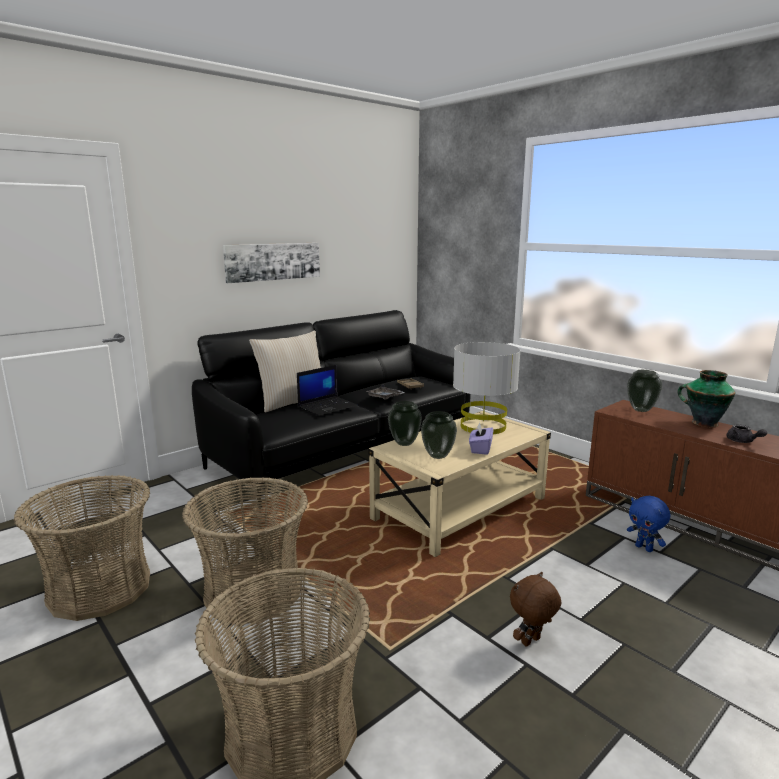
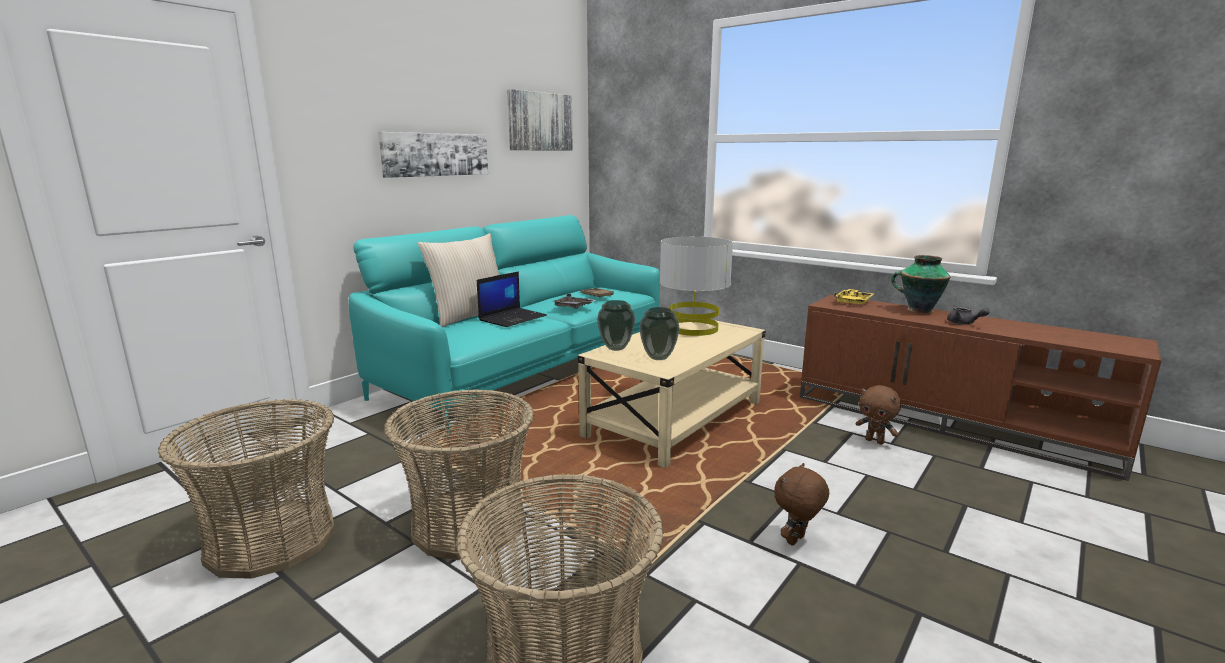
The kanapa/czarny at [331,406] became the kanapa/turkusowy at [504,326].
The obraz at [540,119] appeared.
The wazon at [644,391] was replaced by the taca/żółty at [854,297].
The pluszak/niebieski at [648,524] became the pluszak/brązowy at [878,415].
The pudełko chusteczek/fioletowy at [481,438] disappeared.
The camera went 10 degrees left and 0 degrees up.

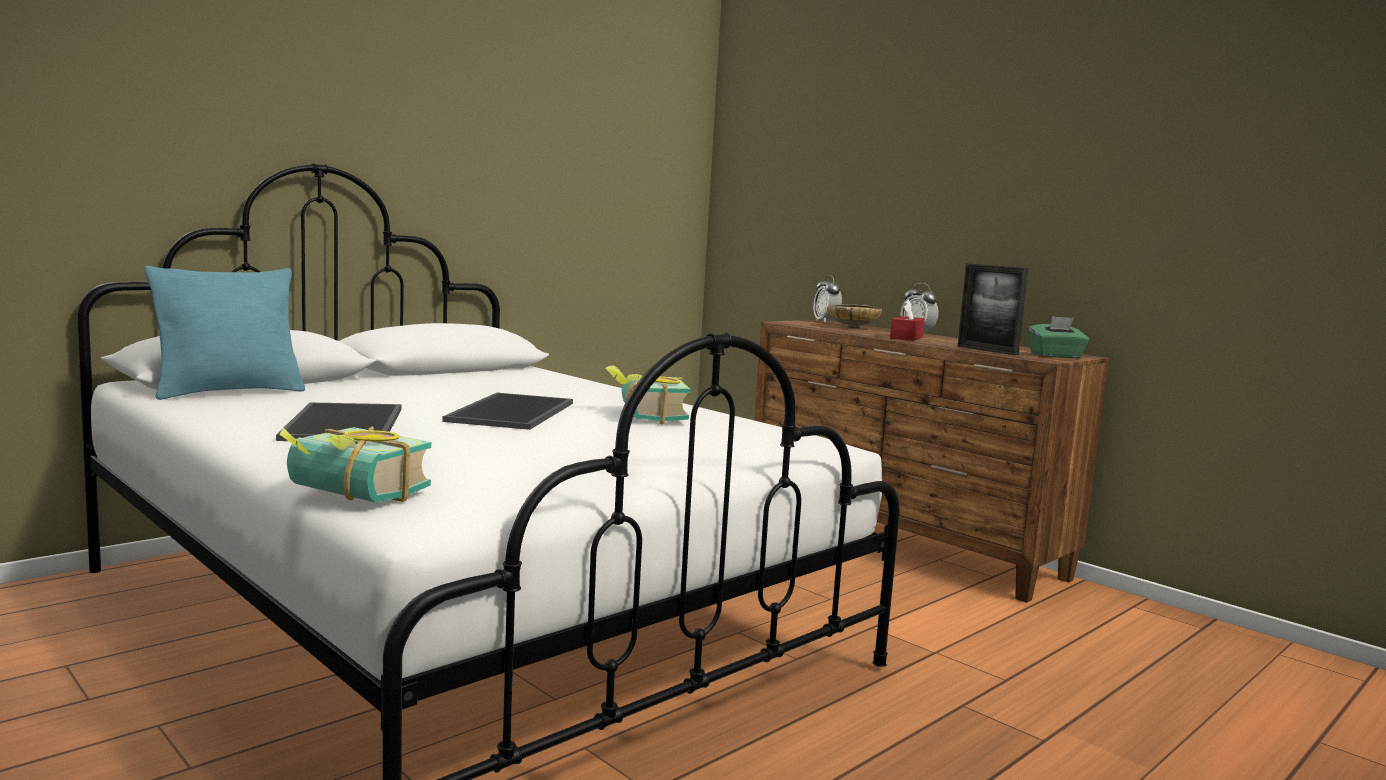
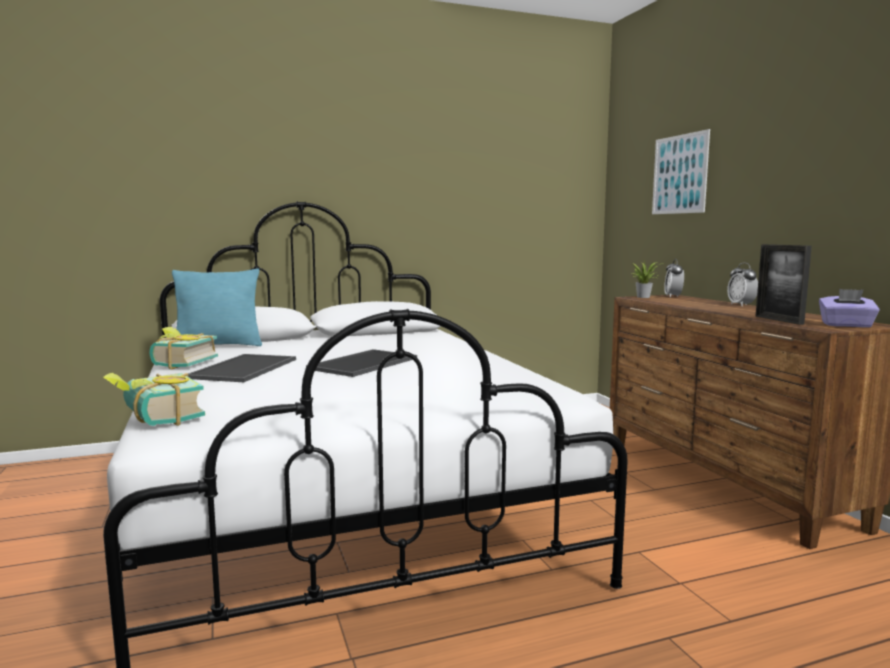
The książka moved from [648,395] to [183,348].
The roślina doniczkowa at [648,279] appeared.
The obraz at [681,171] appeared.
The pudełko chusteczek/zielony at [1058,337] became the pudełko chusteczek/fioletowy at [849,308].
The miska/beżowy at [854,316] disappeared.
The pudełko chusteczek/czerwony at [907,320] disappeared.
The camera went 25 degrees right and 0 degrees up.

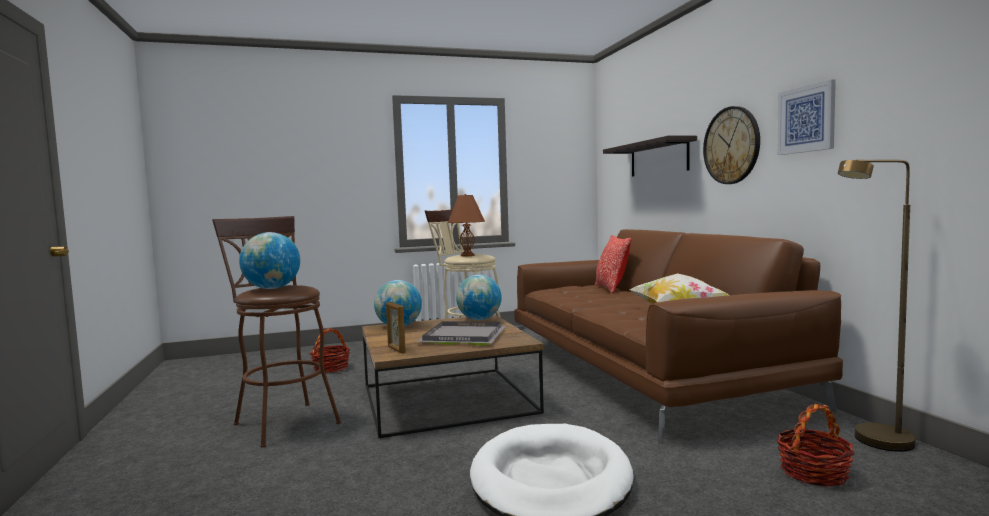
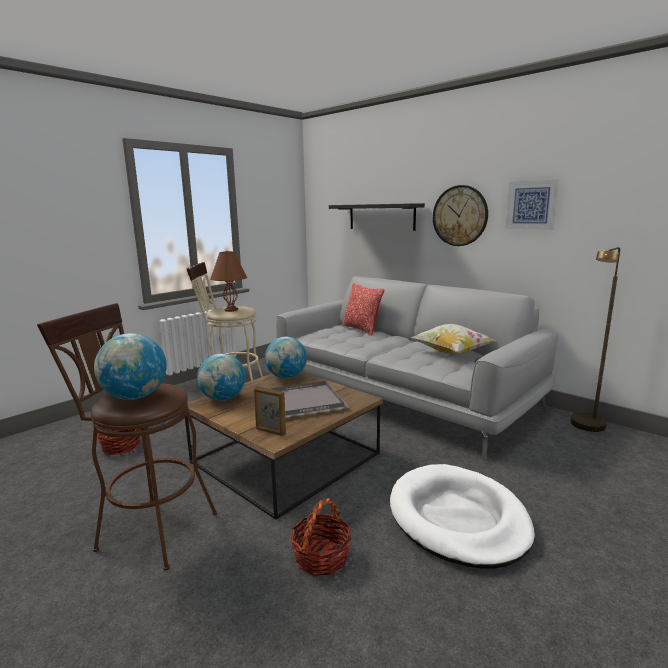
The kanapa/brązowy at [678,336] became the kanapa/szary at [417,368].
The koszyk moved from [816,445] to [321,537].
The camera went 30 degrees left and 10 degrees up.

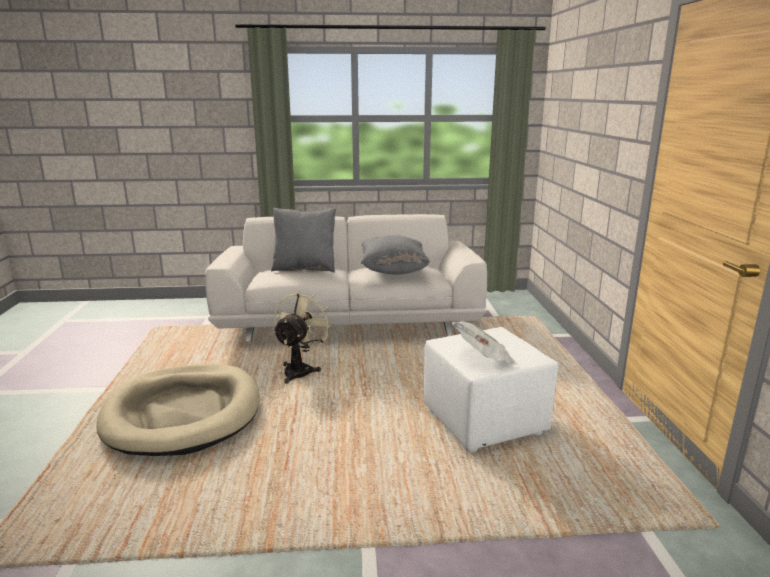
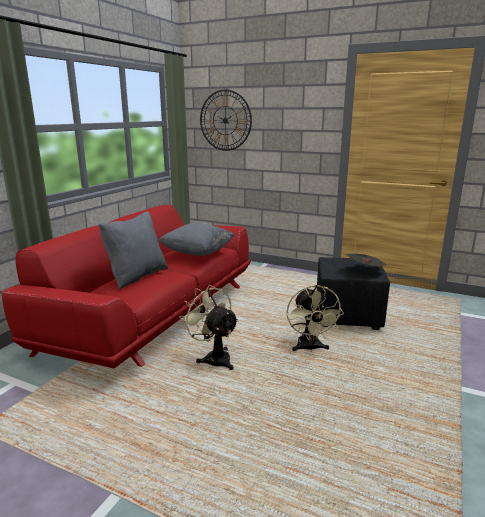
The kanapa/biały at [346,278] became the kanapa/czerwony at [126,286].
The zegar ścienny at [226,120] appeared.
The wentylator/beżowy at [315,318] appeared.
The pufa/biały at [491,390] became the pufa/czarny at [353,293].
The legowisko/beżowy at [178,410] disappeared.
The camera went 60 degrees left and 0 degrees up.

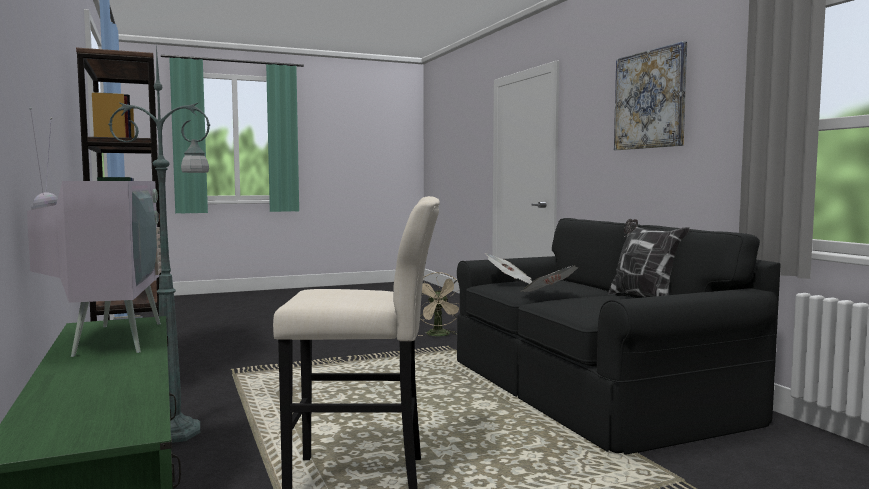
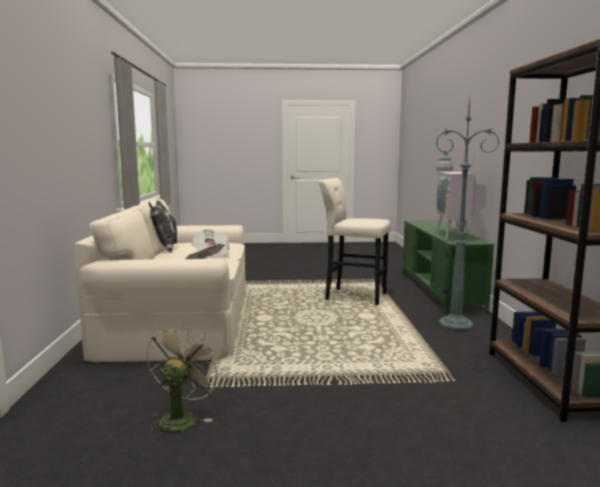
The kanapa/czarny at [618,336] became the kanapa/beżowy at [160,280].
The obraz at [650,95] disappeared.
The camera went 160 degrees left and 5 degrees up.

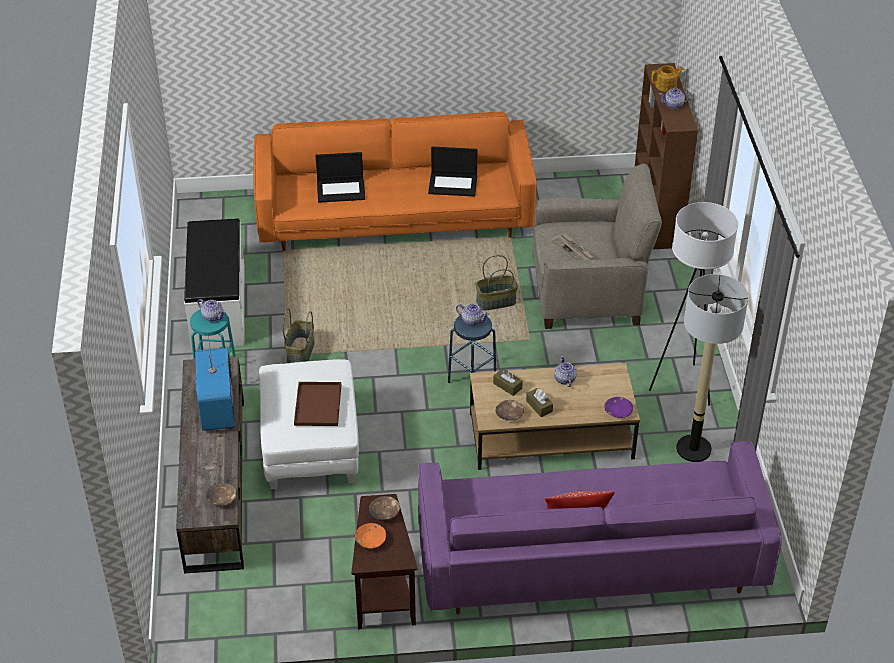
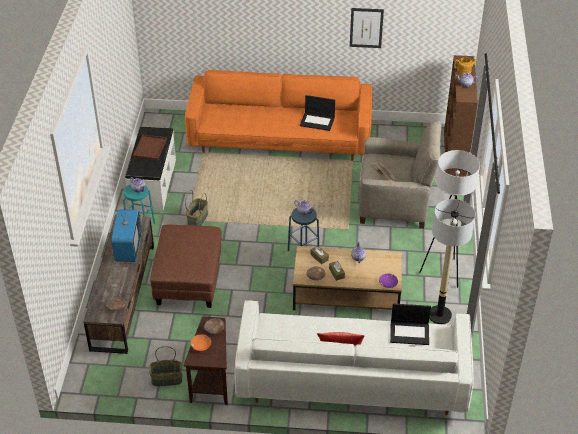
The taca/brązowy moved from [317,404] to [150,147].
The koszyk moved from [497,282] to [165,366].
The pufa/biały at [309,424] became the pufa/brązowy at [186,266].
The kanapa/fioletowy at [600,527] became the kanapa/biały at [354,357].
The obraz at [367,28] appeared.
The laptop moved from [340,177] to [410,324].
The camera went 10 degrees right and 0 degrees up.

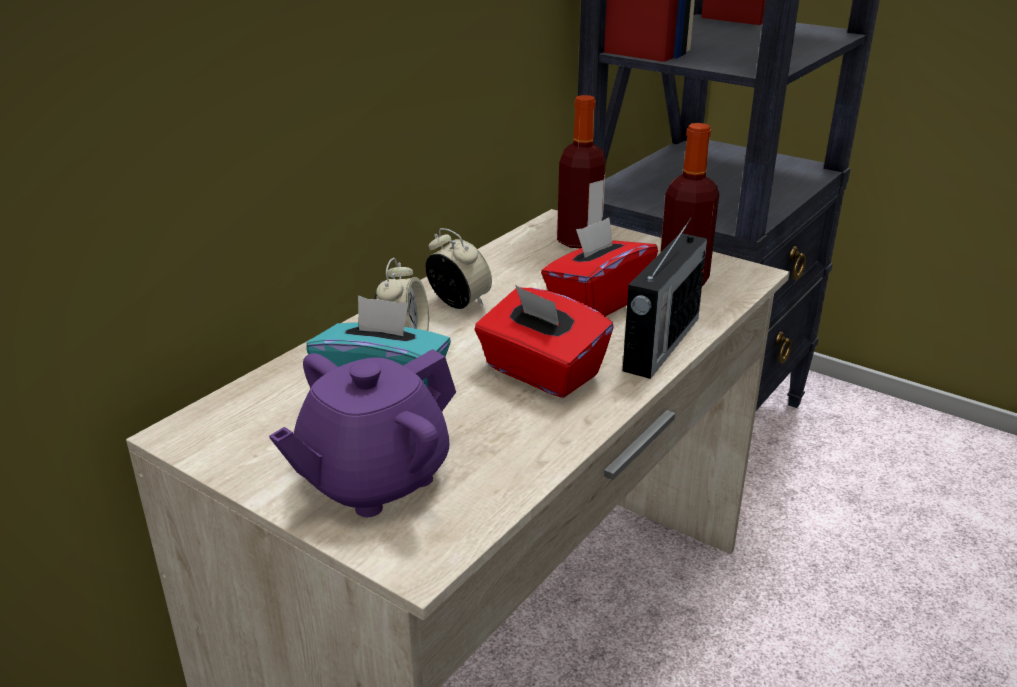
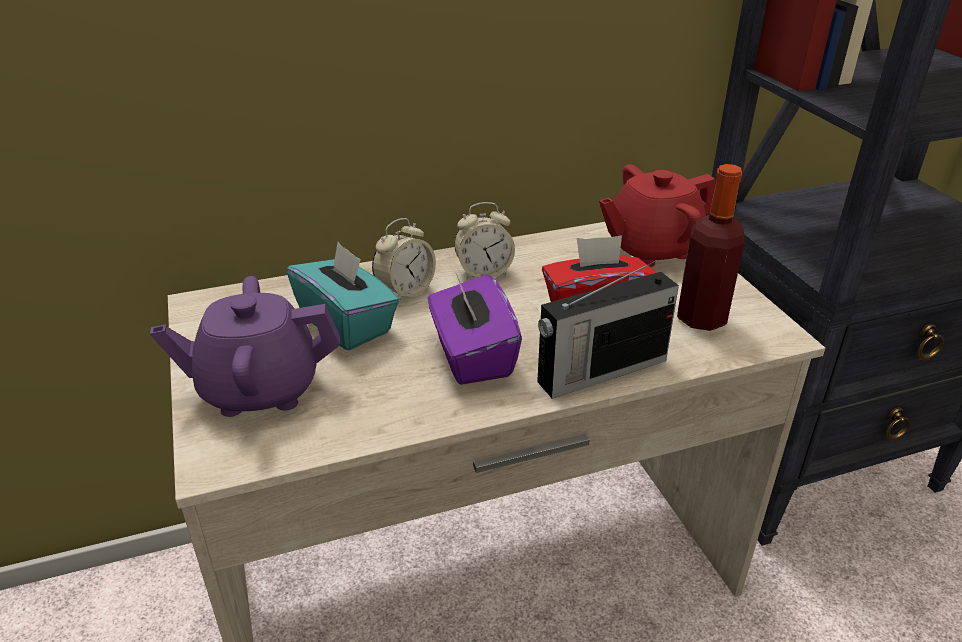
The pudełko chusteczek/czerwony at [544,341] became the pudełko chusteczek/fioletowy at [475,329].
The budzik at [459,268] turned 90 degrees clockwise.
The butelka at [581,171] was replaced by the imbryk/czerwony at [657,215].
The camera went 35 degrees right and 5 degrees up.

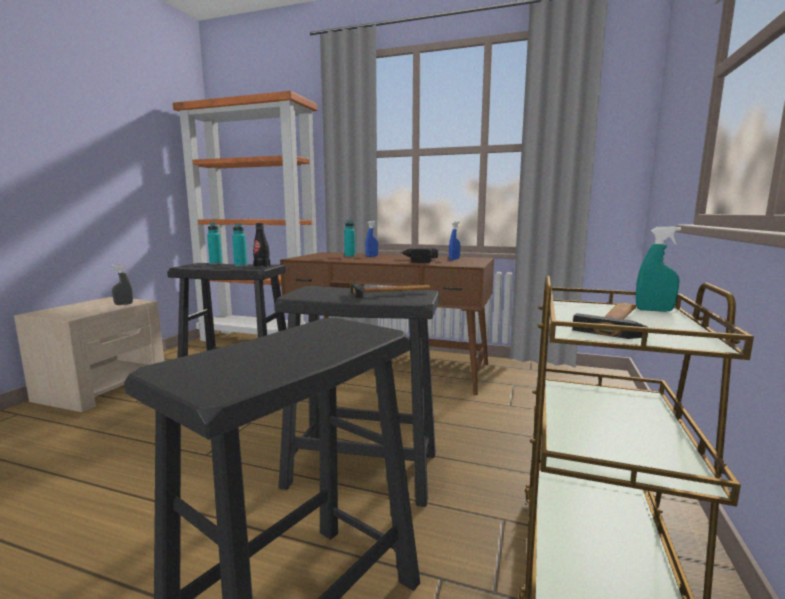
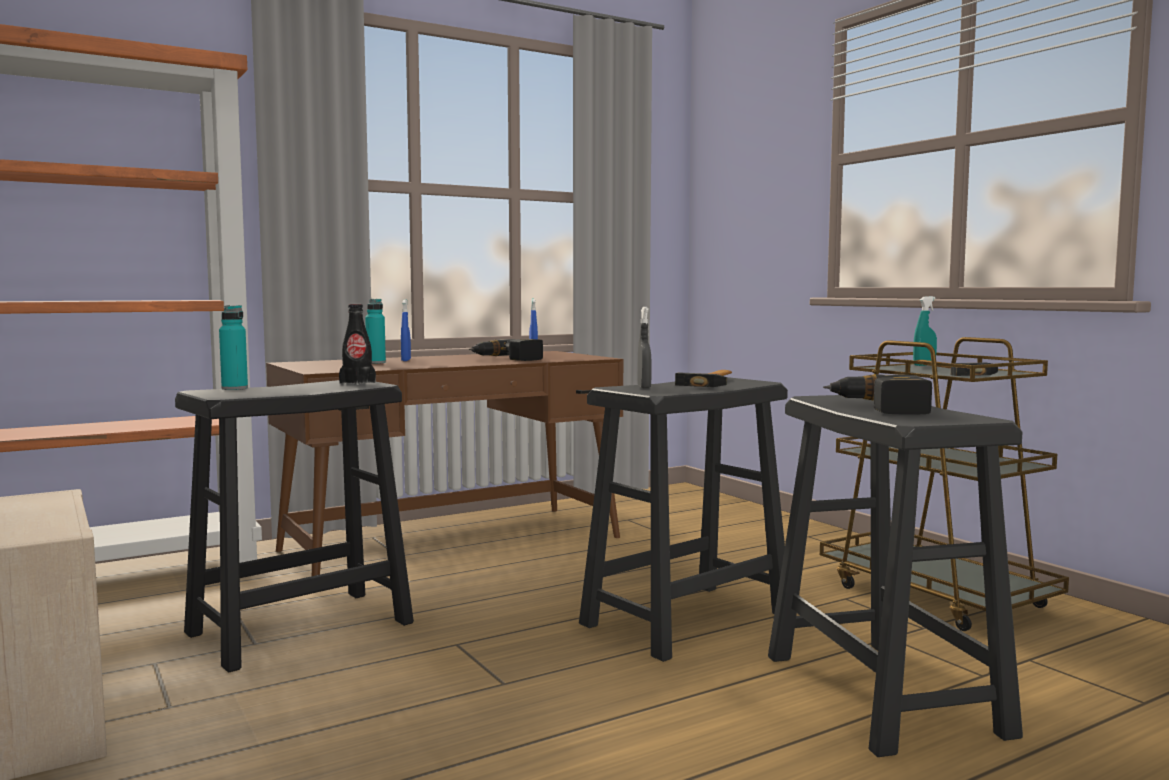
The spryskiwacz/szary moved from [122,285] to [644,347].
The wiertarka at [877,394] appeared.
The butelka/turkusowy at [240,245] disappeared.
The camera went 50 degrees left and 5 degrees down.

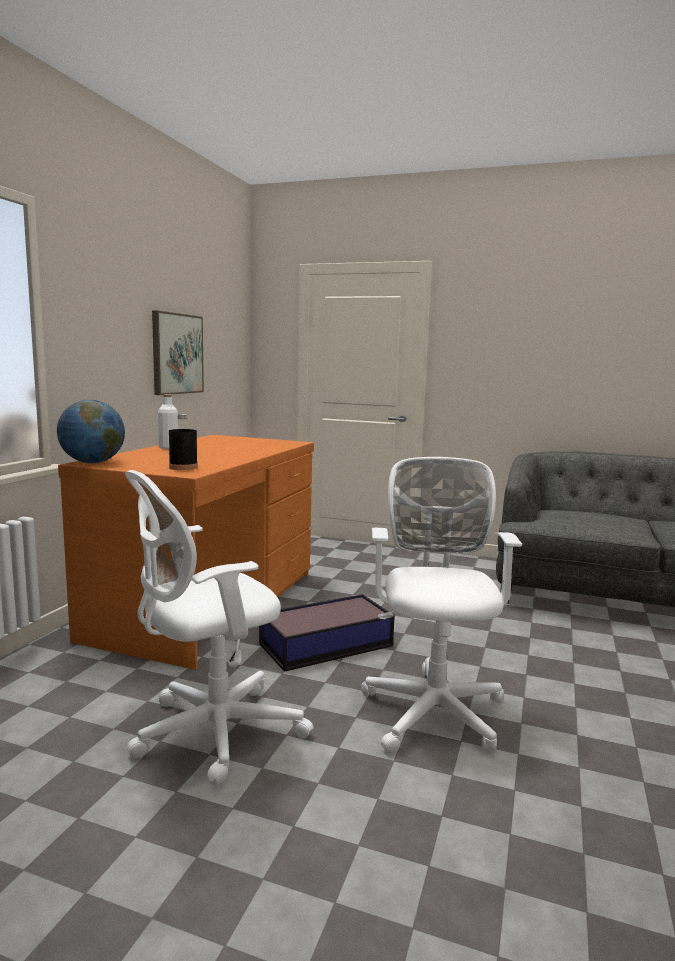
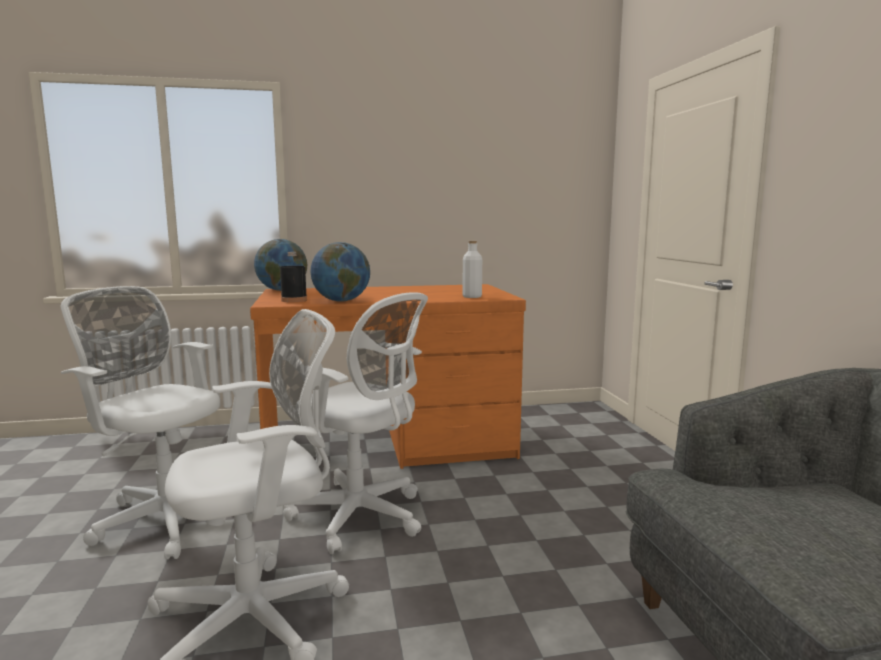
The pojemnik do przechowywania at [327,633] was replaced by the krzesło biurowe/biały at [355,423].
The globus at [340,272] appeared.
The butelka/biały moved from [168,421] to [472,269].
The obraz at [178,352] disappeared.
The camera went 60 degrees right and 0 degrees up.

